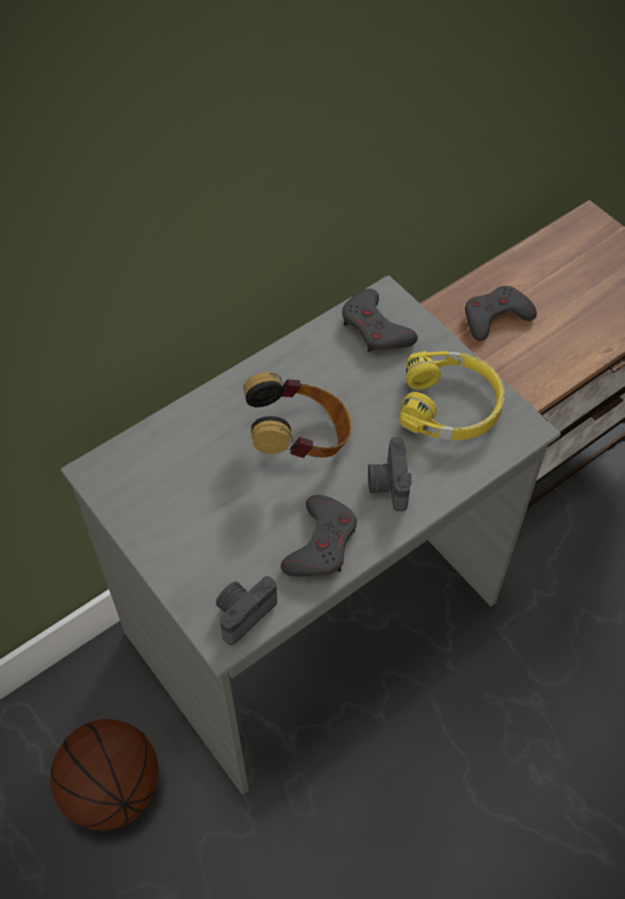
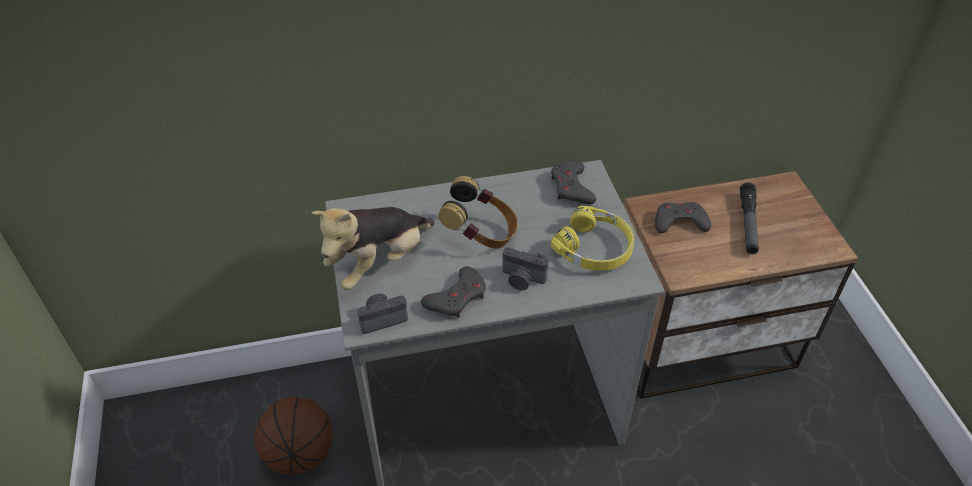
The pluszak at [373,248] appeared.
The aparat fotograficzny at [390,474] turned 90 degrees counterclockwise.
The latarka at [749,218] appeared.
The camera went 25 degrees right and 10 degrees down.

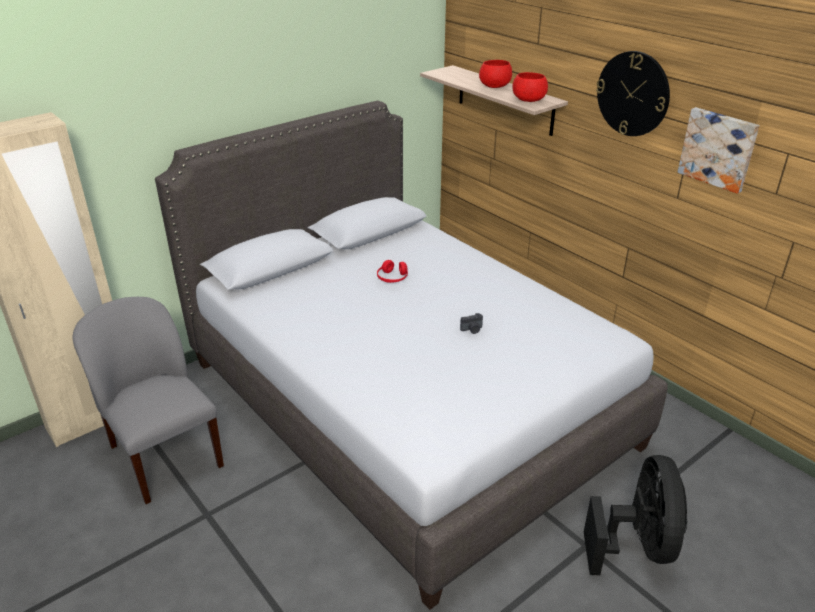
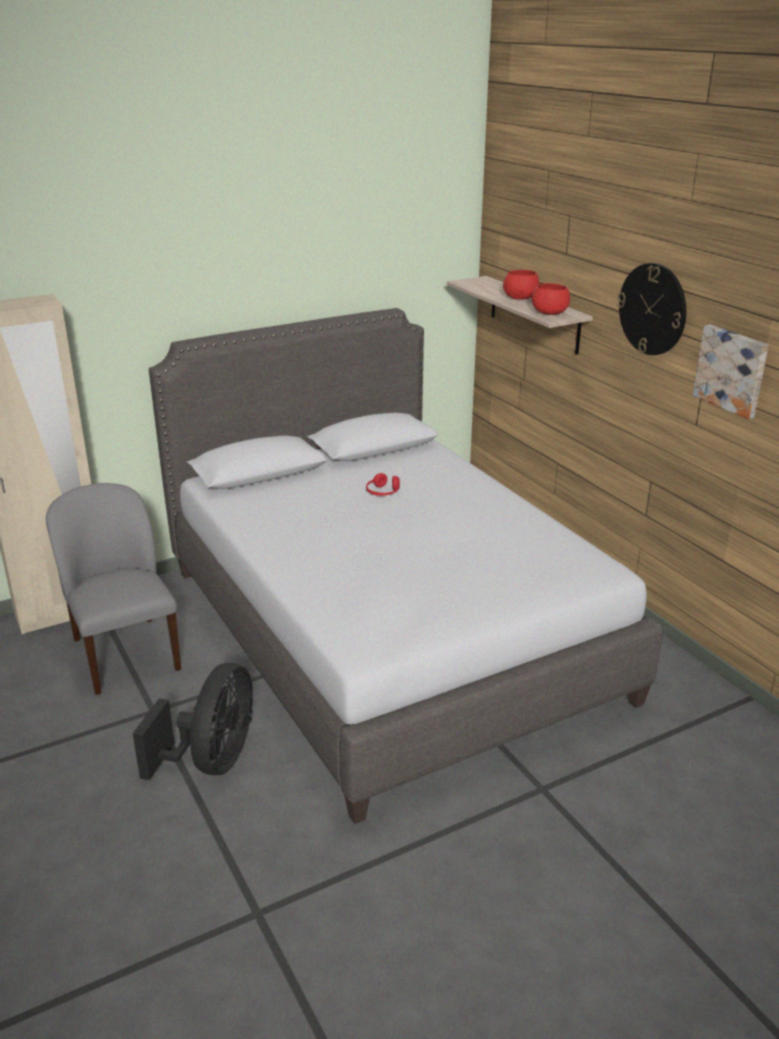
The wentylator/czarny moved from [635,515] to [193,721].
The aparat fotograficzny at [471,323] disappeared.
The camera went 10 degrees right and 5 degrees down.

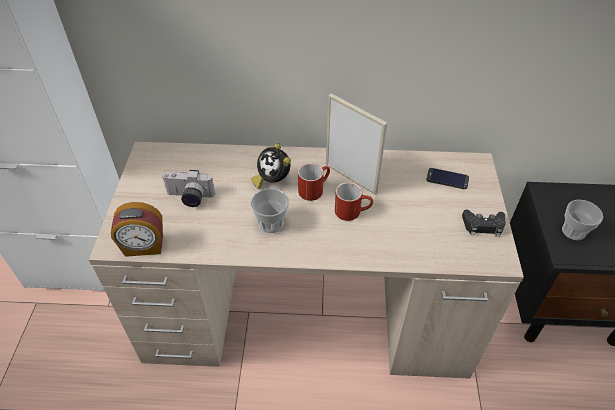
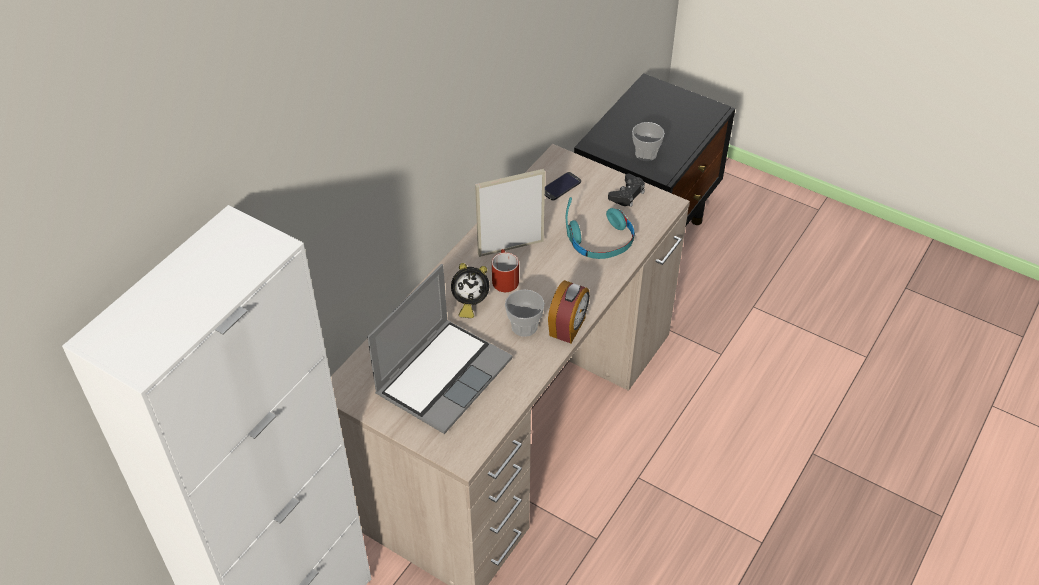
The aparat fotograficzny at [188,188] was replaced by the laptop at [439,349].
The budzik moved from [137,229] to [569,311].
The słuchawki/turkusowy at [600,228] appeared.
The kubek/czerwony at [354,201] disappeared.
The camera went 60 degrees left and 0 degrees up.

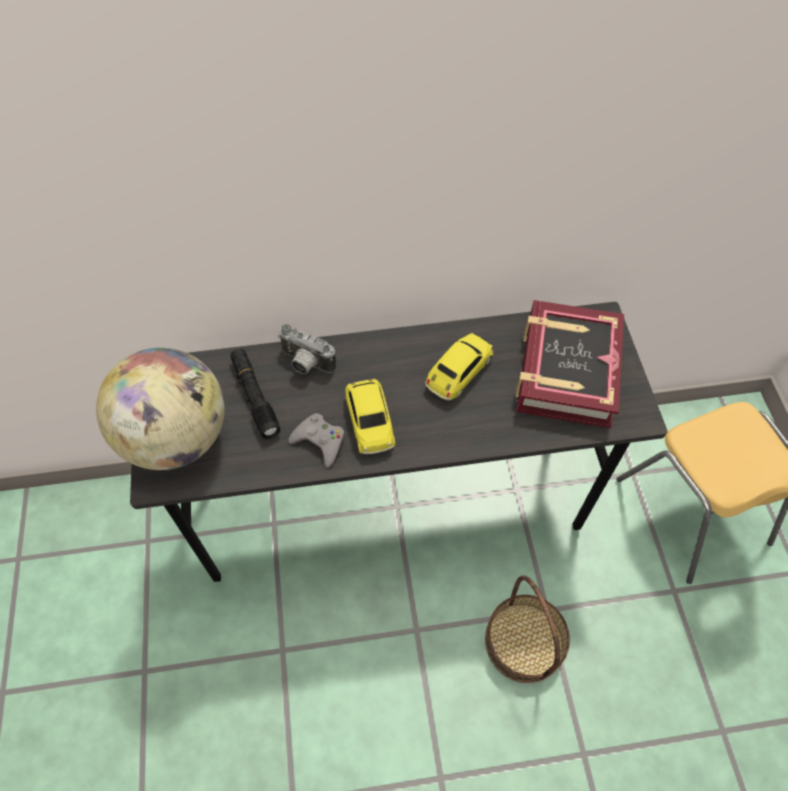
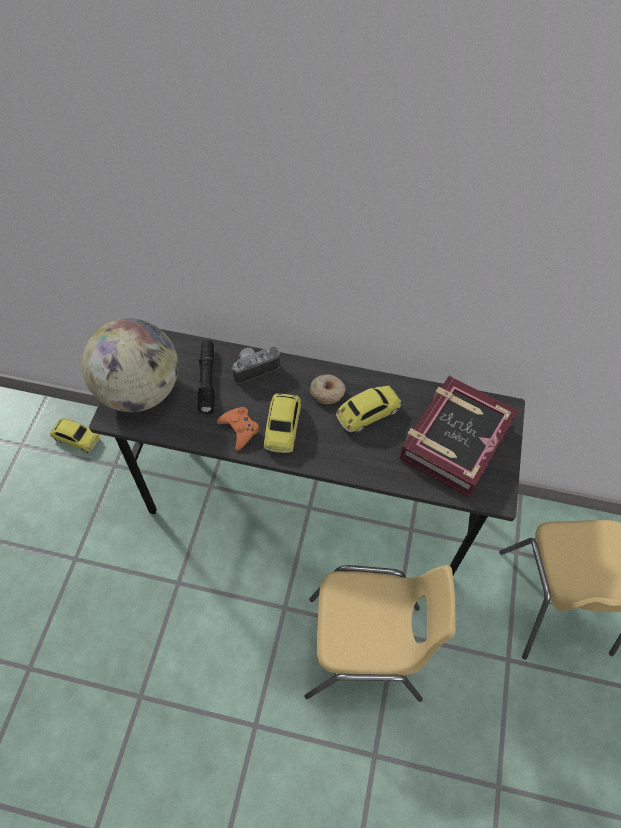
The samochodzik at [75,435] appeared.
The pad do gier/szary at [316,440] became the pad do gier/pomarańczowy at [238,429].
The aparat fotograficzny at [307,349] turned 105 degrees clockwise.
The koszyk at [527,629] was replaced by the krzesło/żółty at [380,633].
The donut at [328,389] appeared.
The camera went 20 degrees right and 0 degrees up.

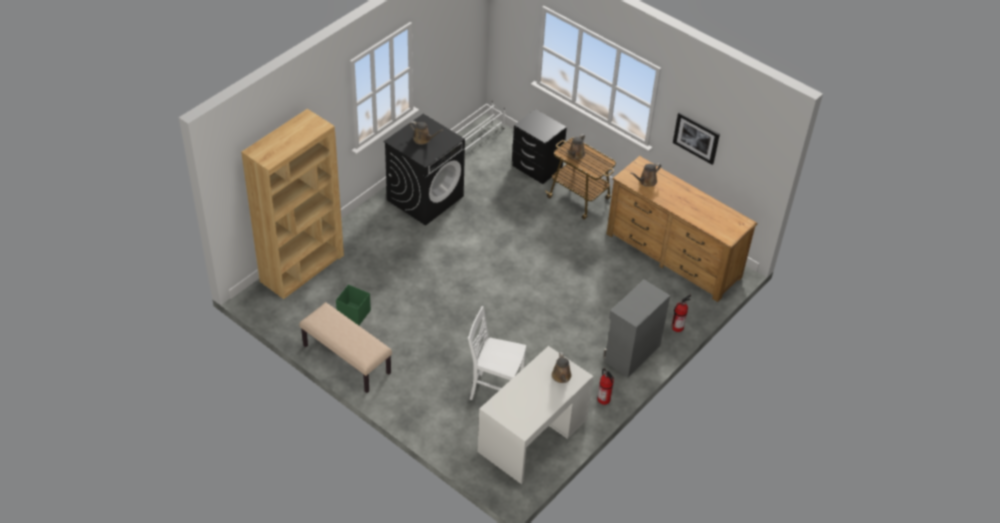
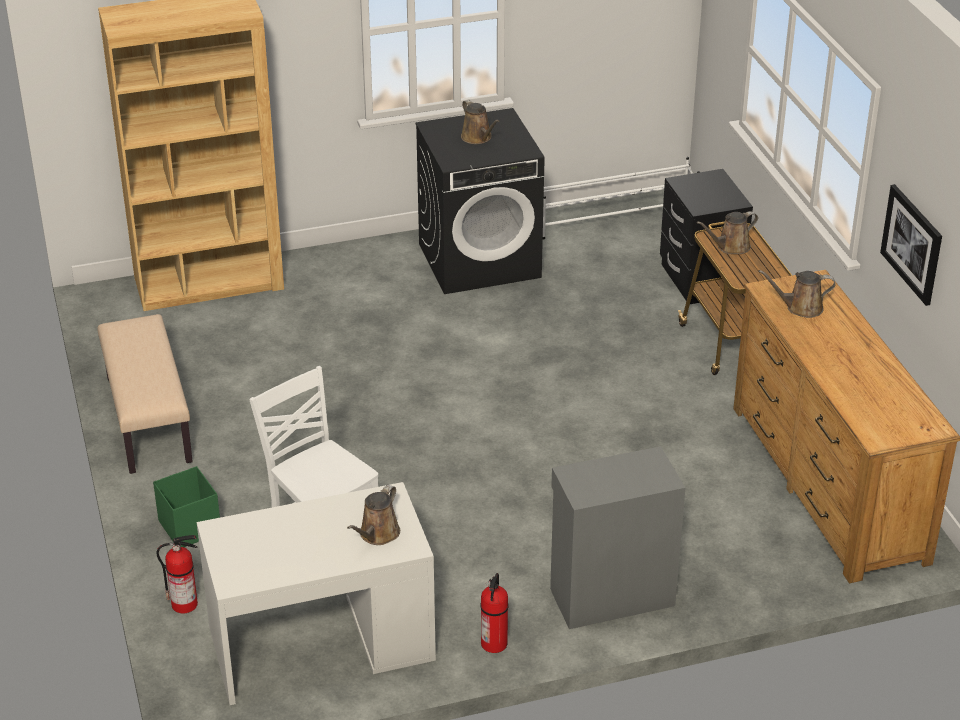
The pojemnik do przechowywania/zielony moved from [353,305] to [186,506].
The gaśnica moved from [681,313] to [177,574].
The camera went 35 degrees right and 10 degrees down.

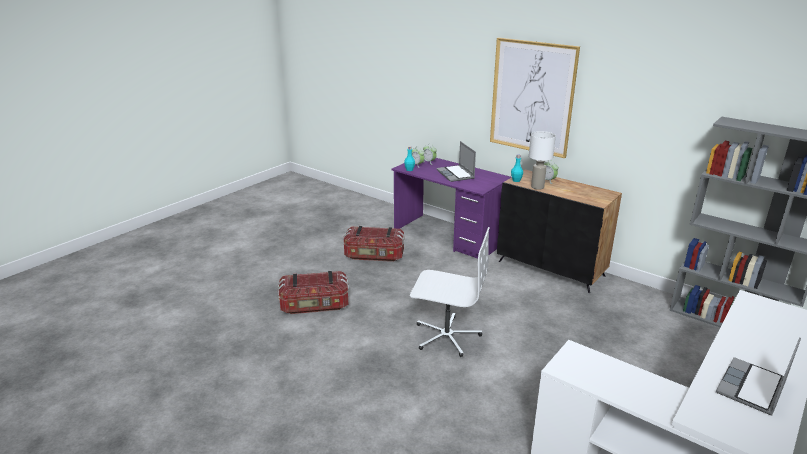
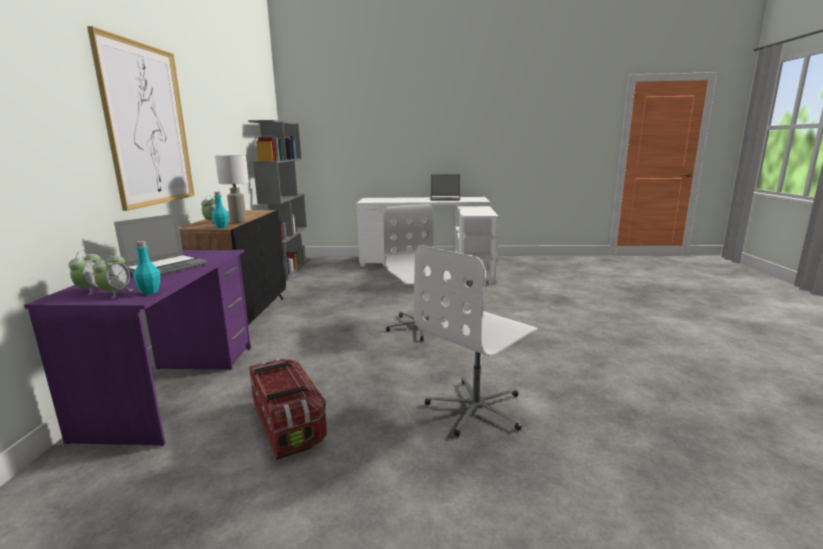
The pojemnik do przechowywania at [313,292] was replaced by the krzesło biurowe/biały at [475,340].
The camera went 125 degrees left and 10 degrees down.

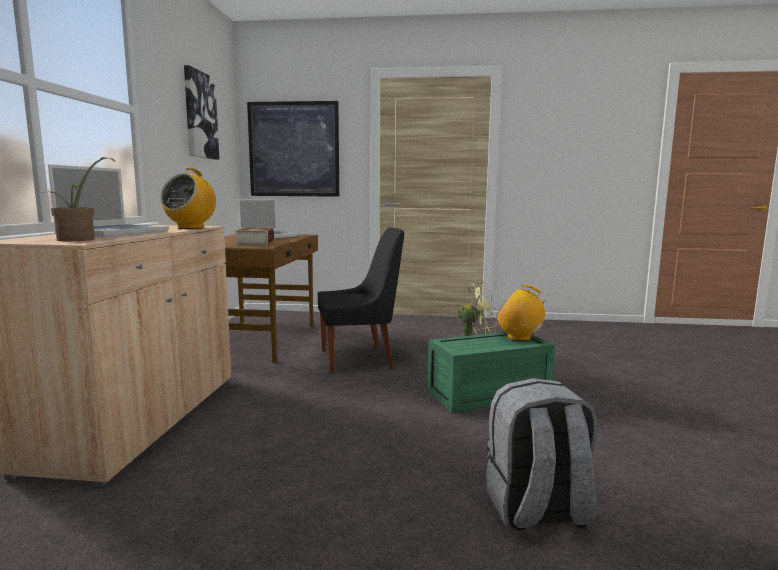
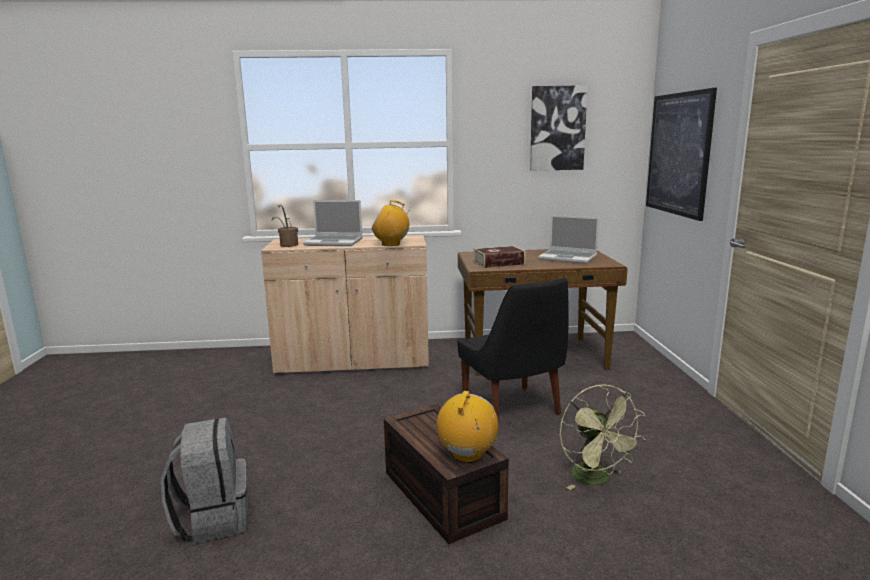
The pojemnik do przechowywania/zielony at [491,372] became the pojemnik do przechowywania/brązowy at [446,474].
The camera went 80 degrees right and 5 degrees up.

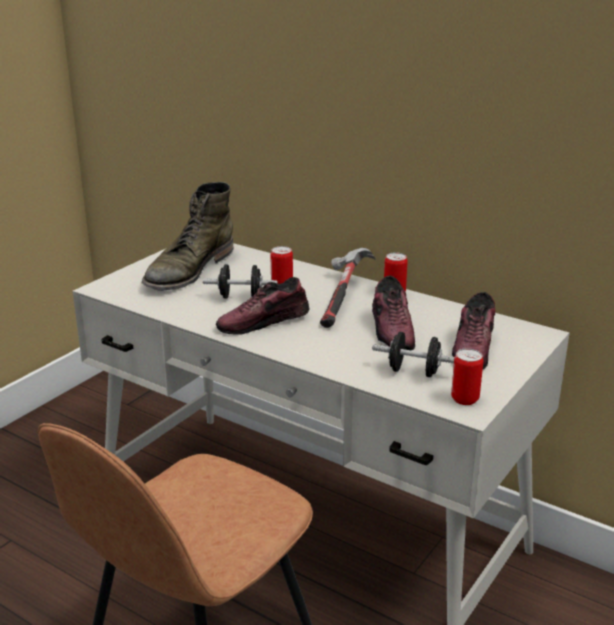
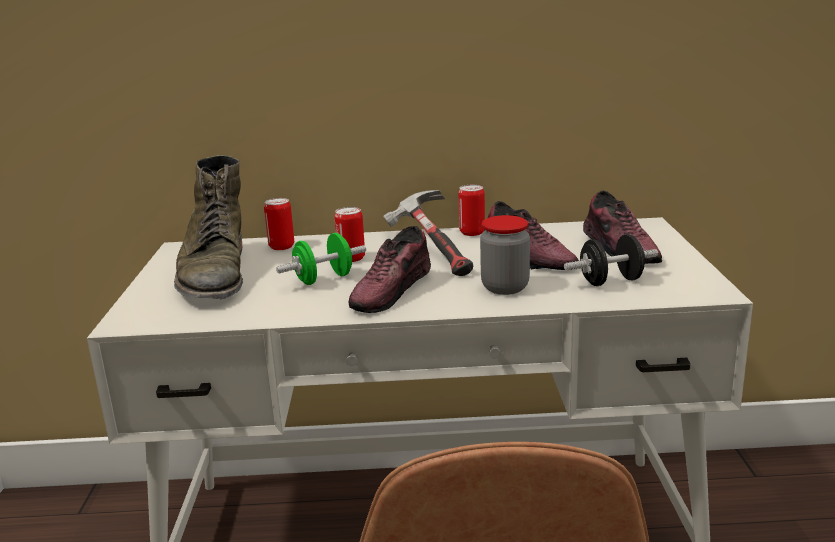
The puszka moved from [467,376] to [279,224].
The hantel/czarny at [240,281] became the hantel/zielony at [321,259].
The słoik at [505,255] appeared.
The camera went 35 degrees left and 5 degrees down.

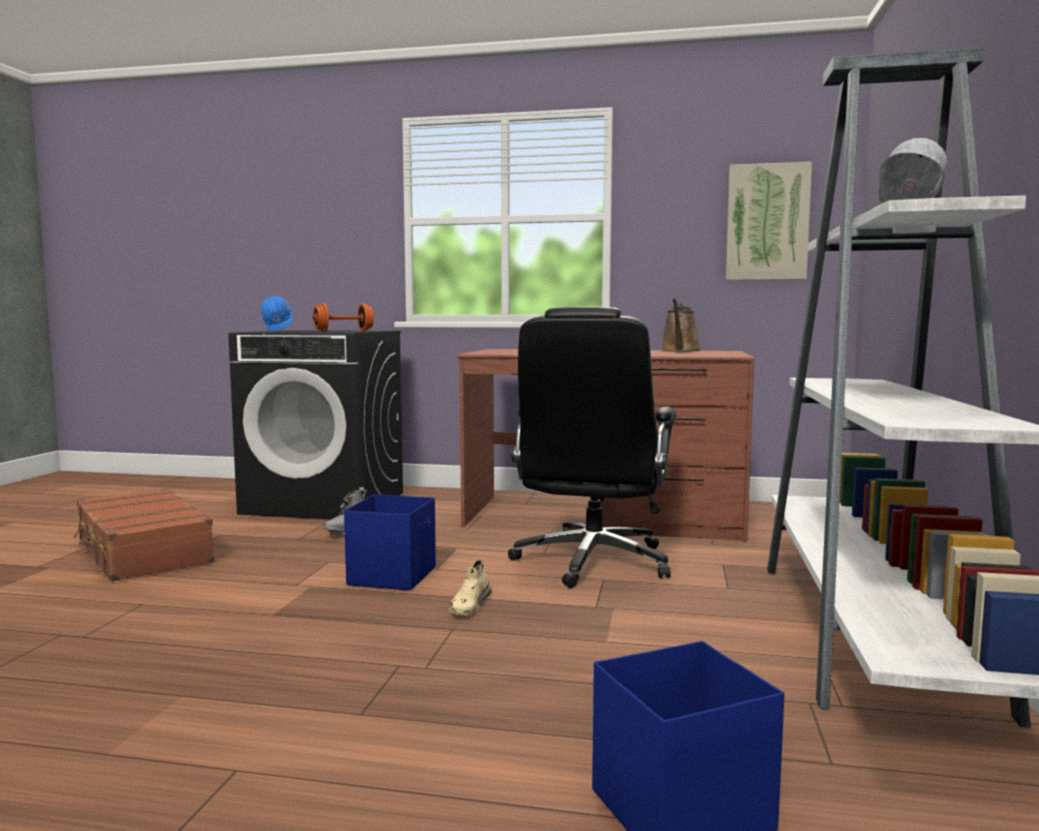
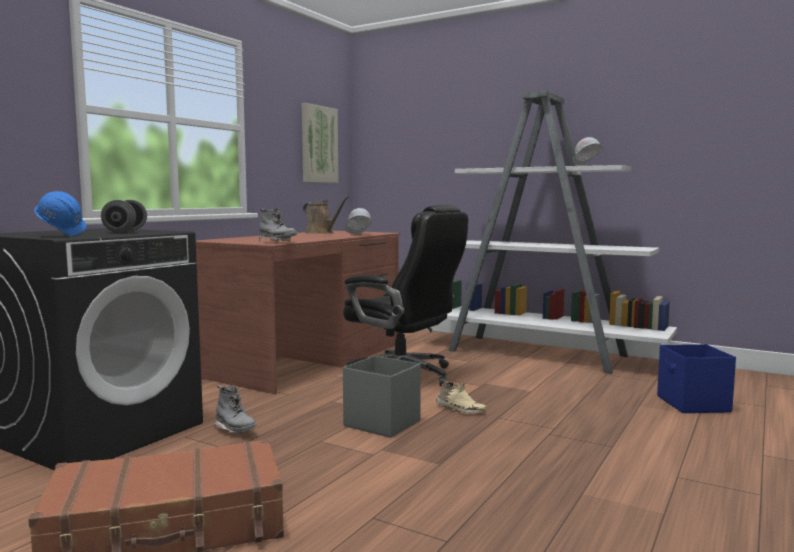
The hantel/pomarańczowy at [343,317] became the hantel/szary at [124,216].
The but z cholewką/szary at [278,224] appeared.
The pojemnik do przechowywania/niebieski at [390,542] became the pojemnik do przechowywania/szary at [382,397].
The kask/biały at [358,221] appeared.
The camera went 70 degrees left and 0 degrees up.

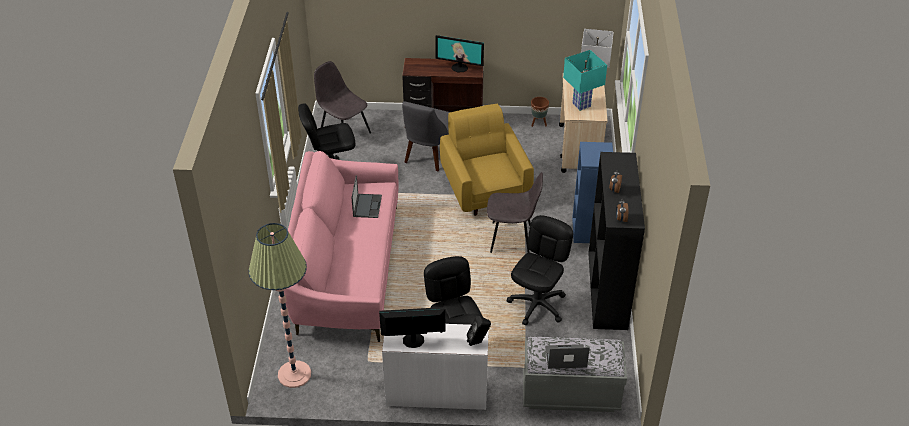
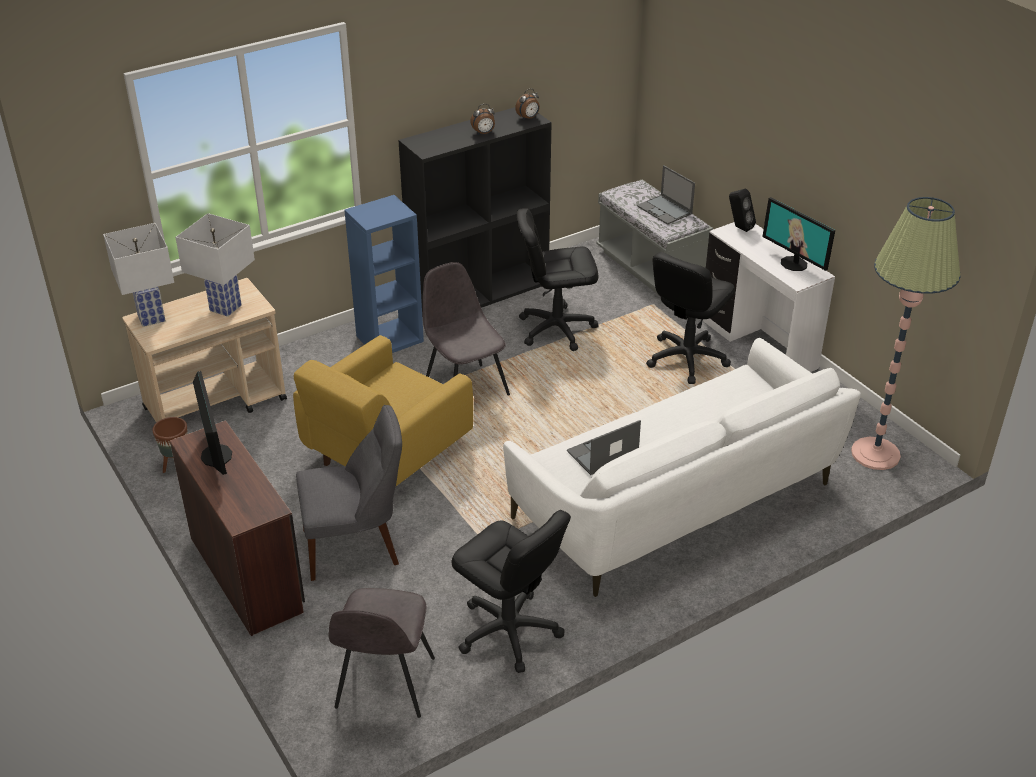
The lampa stołowa/turkusowy at [585,80] became the lampa stołowa/biały at [215,265].
The kanapa/różowy at [341,246] became the kanapa/biały at [682,467].
The camera went 125 degrees left and 5 degrees down.

